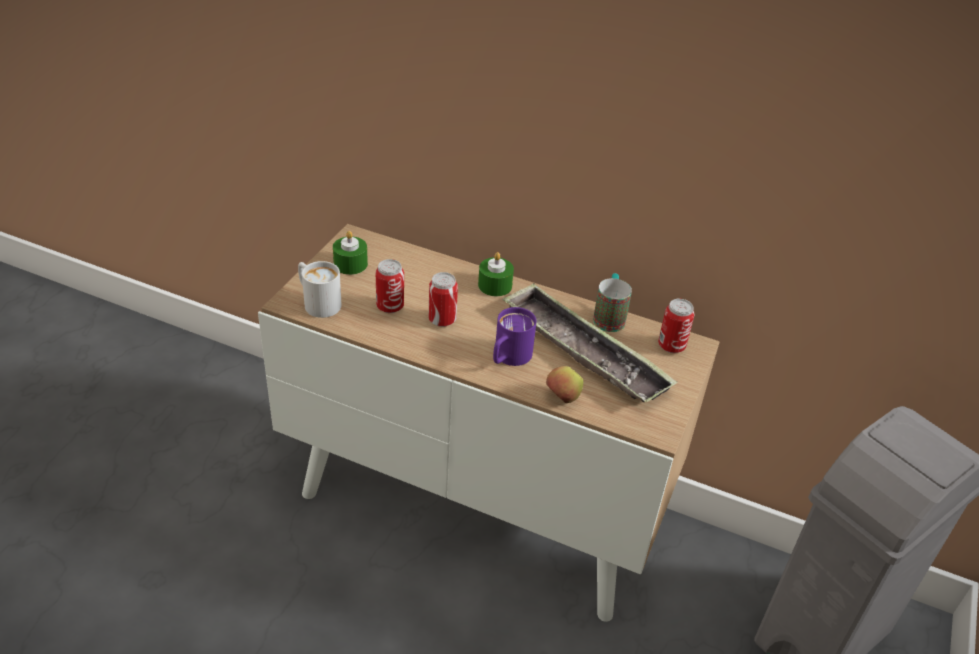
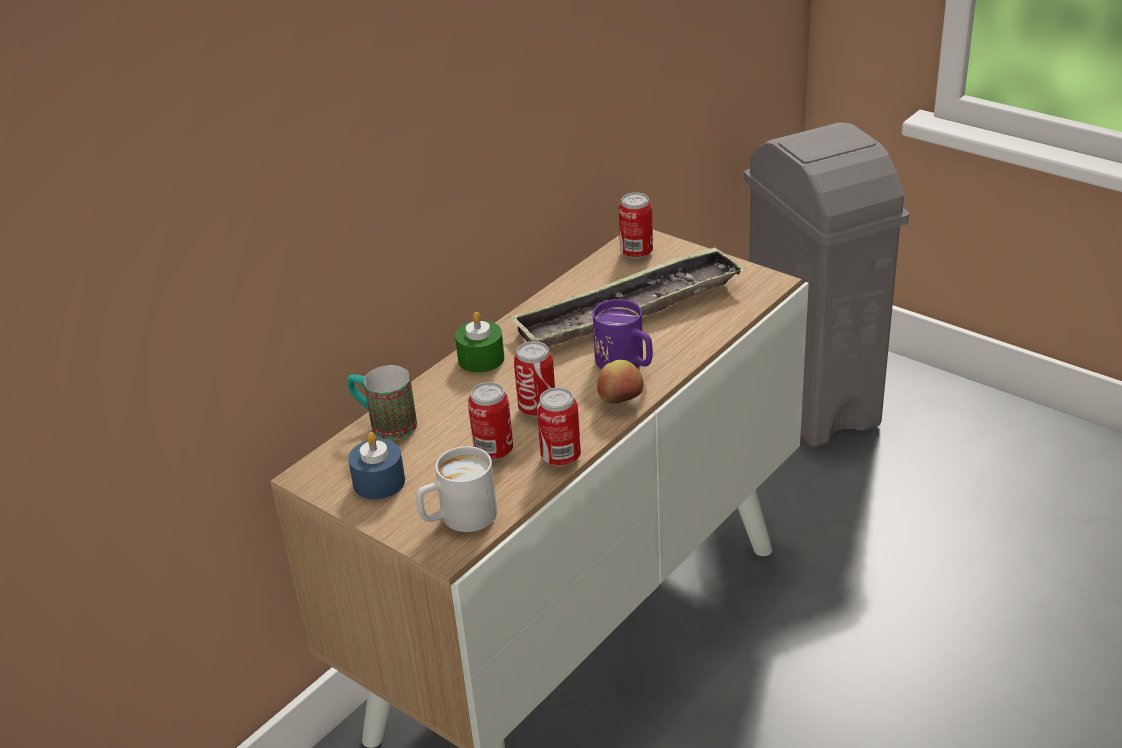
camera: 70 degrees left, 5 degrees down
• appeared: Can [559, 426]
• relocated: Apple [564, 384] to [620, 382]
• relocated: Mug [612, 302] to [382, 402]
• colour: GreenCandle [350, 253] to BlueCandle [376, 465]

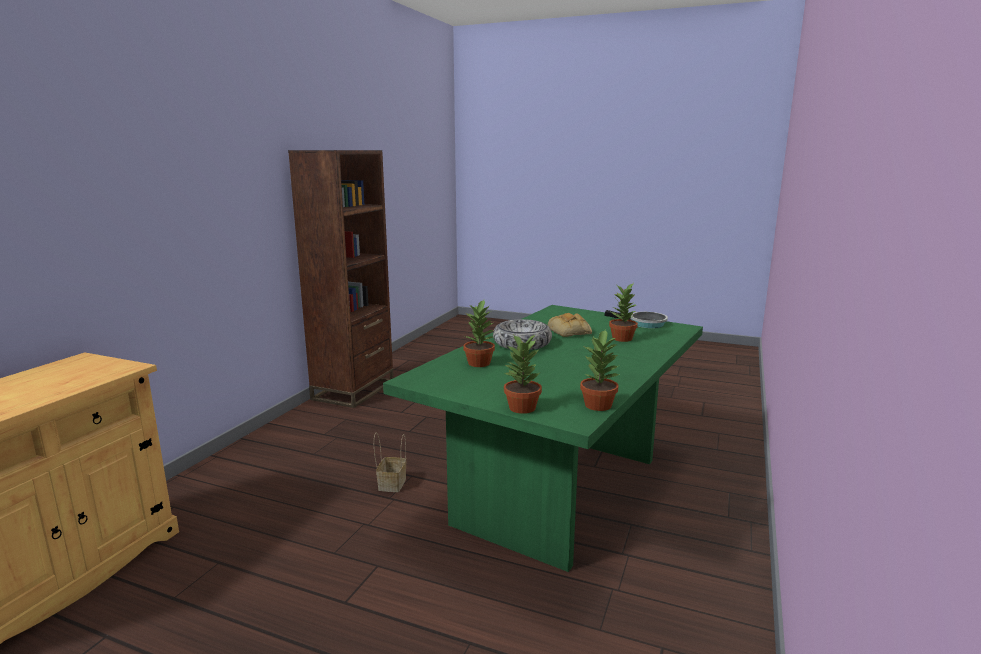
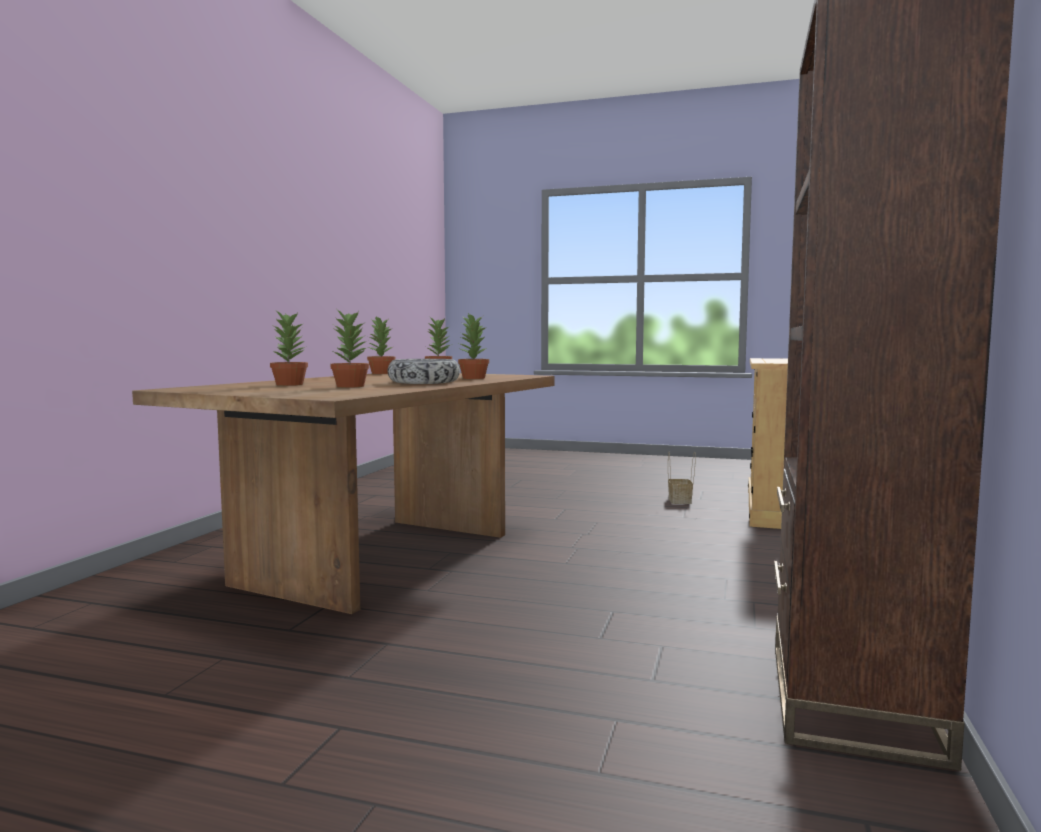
camera: 175 degrees right, 10 degrees down
• missing: FryingPan [636, 319]
• relocated: Basket [390, 462] to [682, 478]
• exchanged: Bread [570, 325] to PottedPlant [350, 349]
• colour: GreenDiningTable [543, 438] to BrownDiningTable [343, 493]

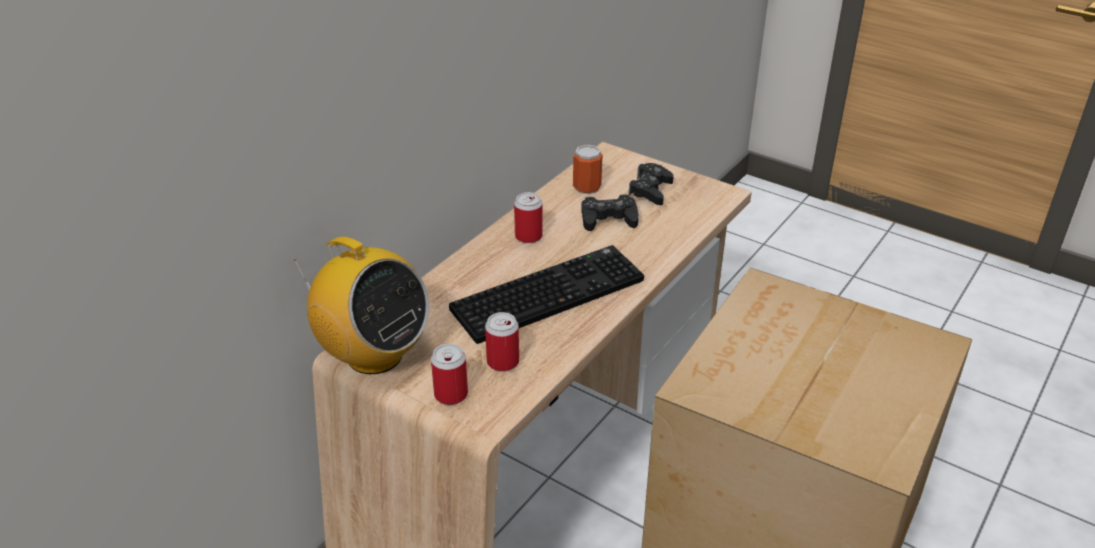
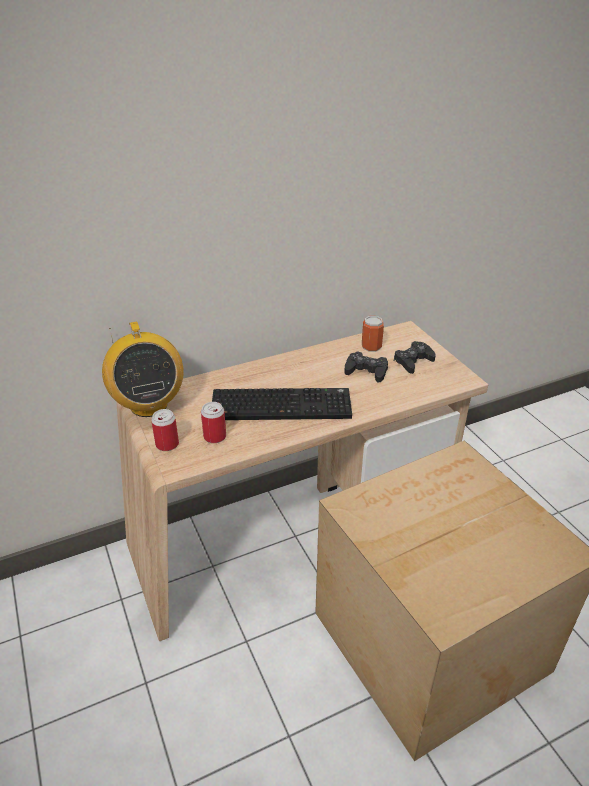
camera: 30 degrees right, 0 degrees up
• missing: Can [528, 217]

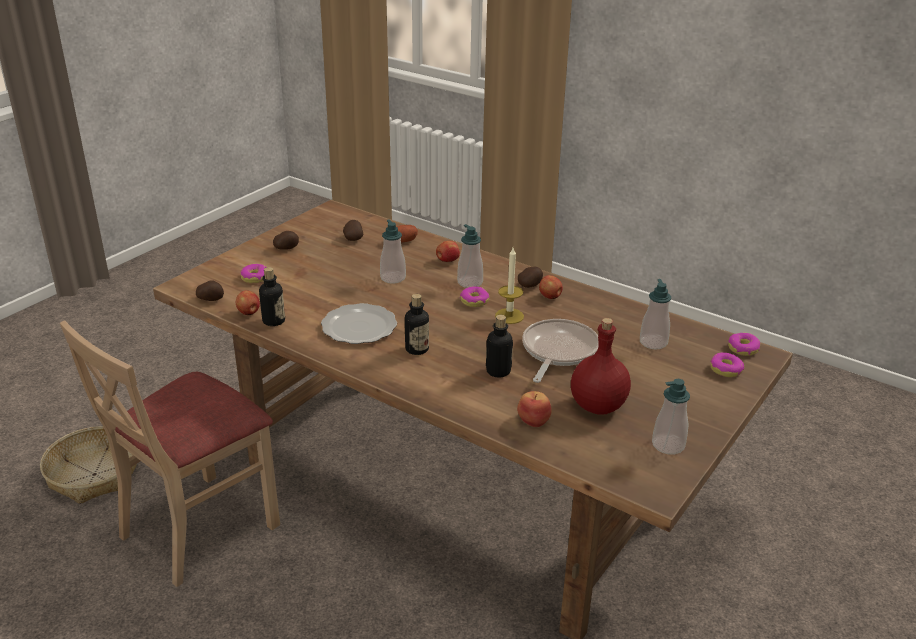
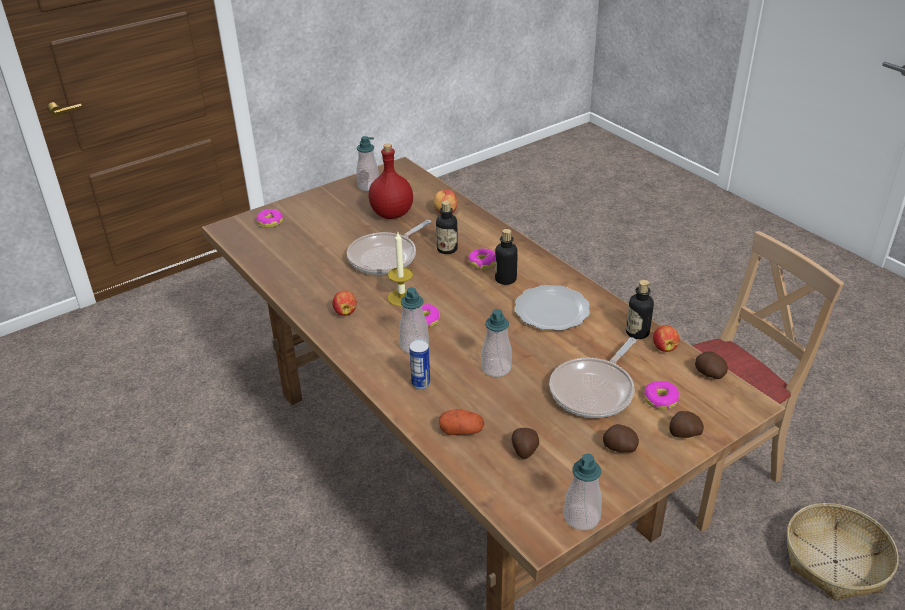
camera: 160 degrees left, 5 degrees up
• appeared: FryingPan [592, 378]
• relocated: Potato [530, 277] to [686, 424]
• relocated: SoapDispenser [655, 314] to [583, 492]
• relocated: Donut [744, 344] to [481, 258]
• exchanged: Apple [448, 251] to Can [419, 365]

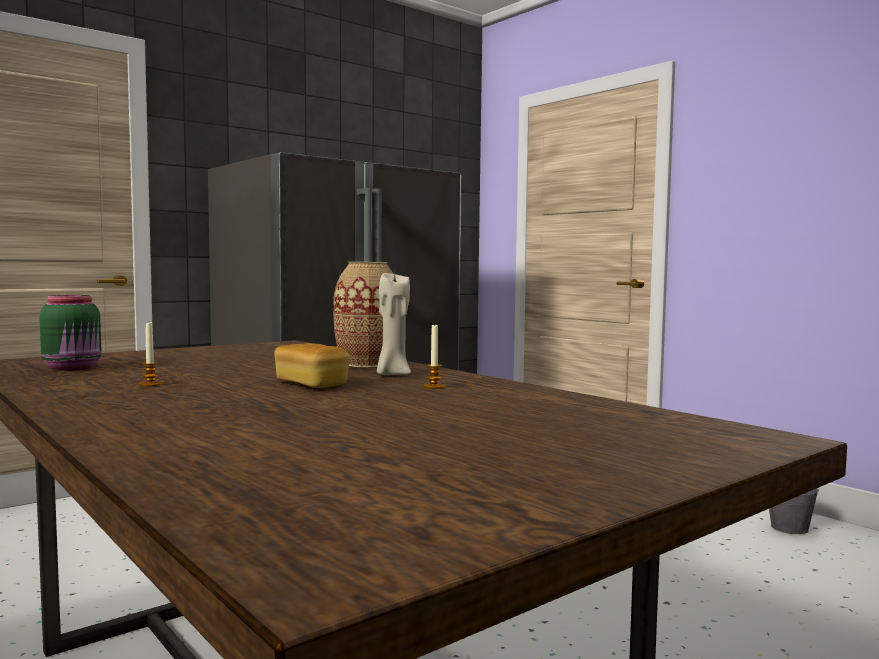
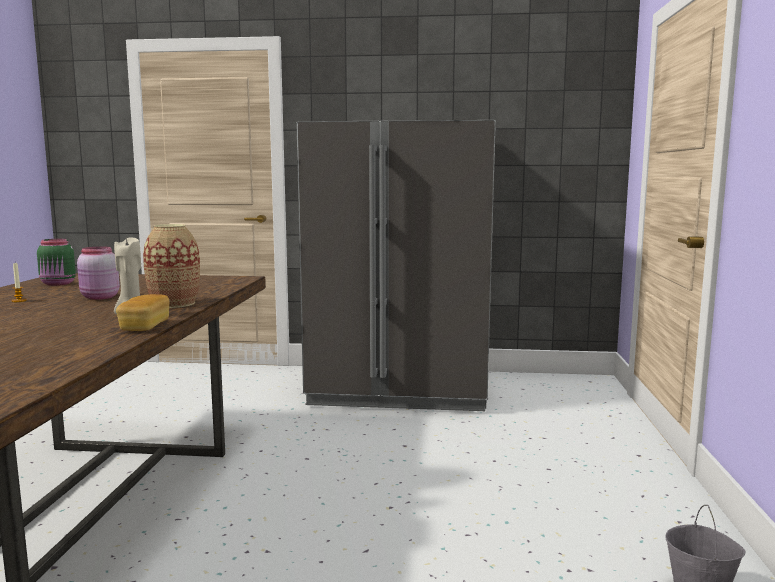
camera: 45 degrees right, 5 degrees up
• missing: Candle [434, 357]
• appeared: PinkJar [98, 273]
• relocated: Bread [312, 365] to [142, 312]

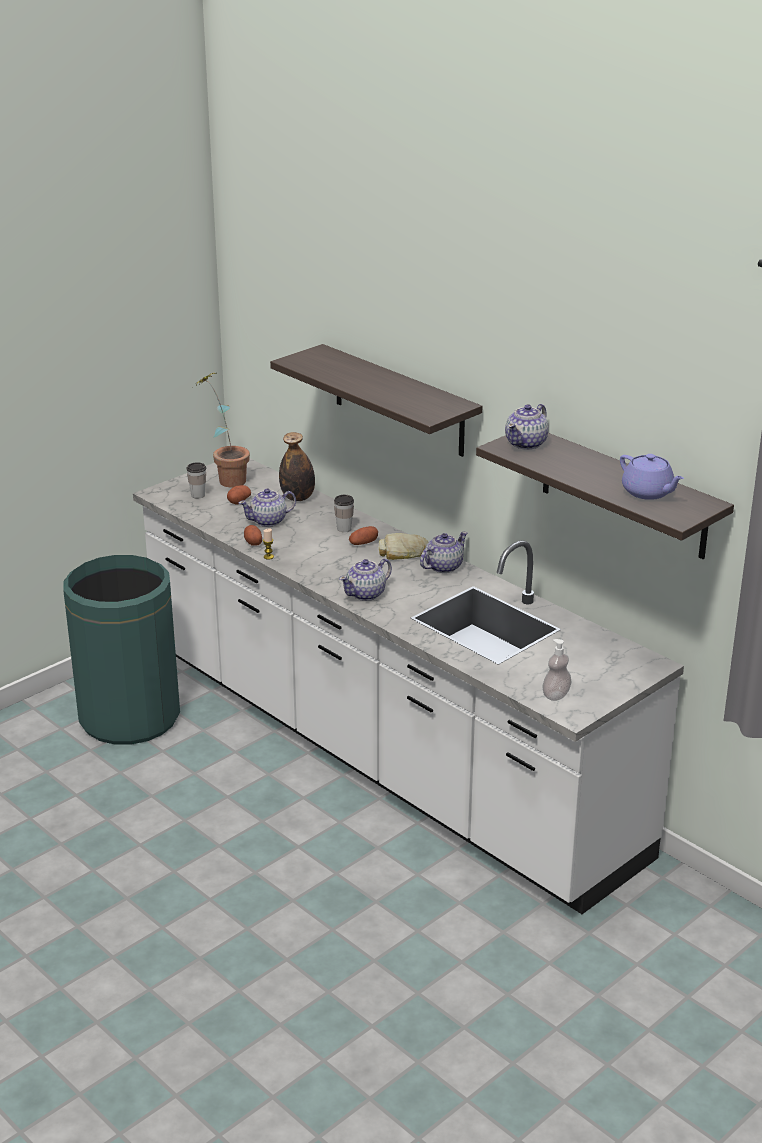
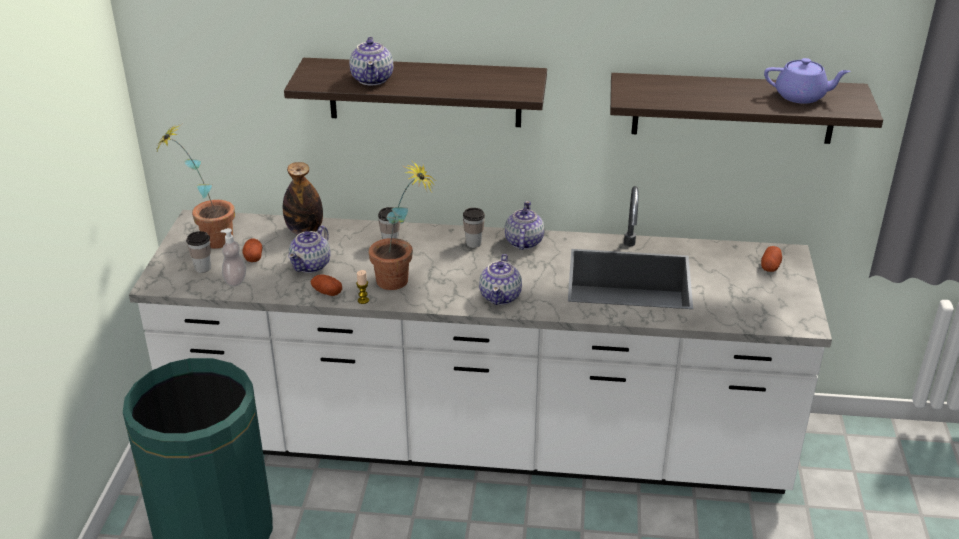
camera: 40 degrees left, 5 degrees up
• appeared: PottedPlant [402, 225]
• relocated: Potato [363, 535] to [771, 259]
• relocated: Teapot [527, 427] to [371, 61]
• relocated: SoapDispenser [557, 670] to [233, 257]
• exchanged: Bread [403, 546] to Cup [474, 228]

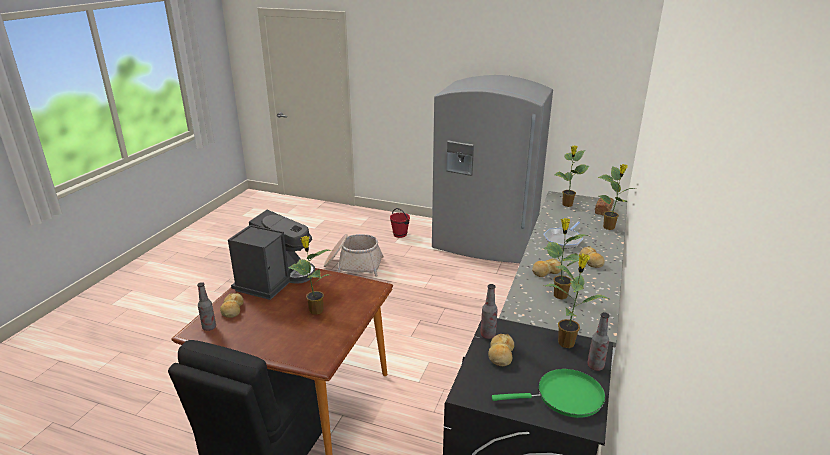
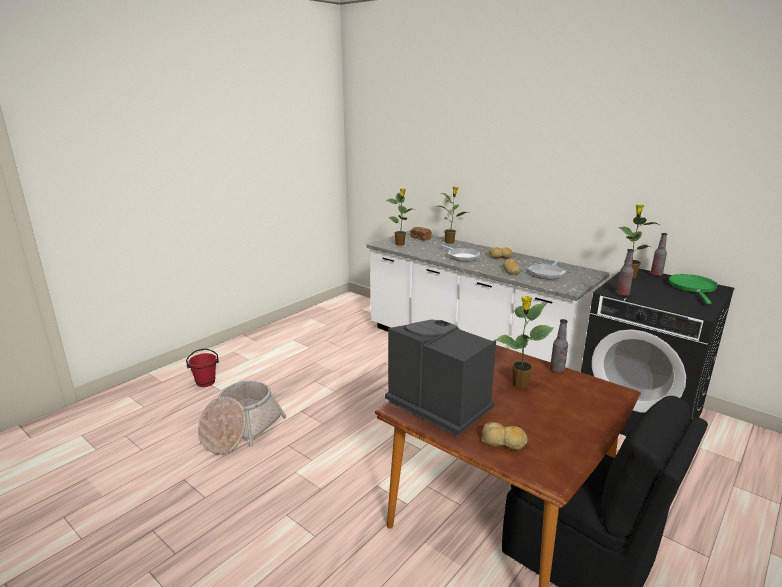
camera: 70 degrees left, 5 degrees down
• missing: GreyFridge [492, 169]
• missing: Bread [501, 350]
• relocated: Bottle [206, 306] to [559, 346]
• exchanged: PottedPlant [565, 259] to FryingPan [547, 270]

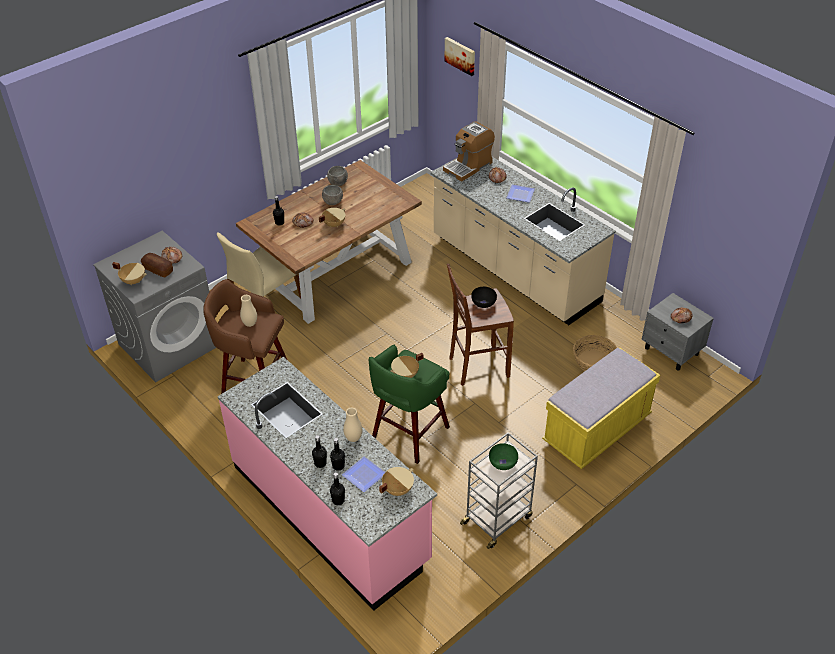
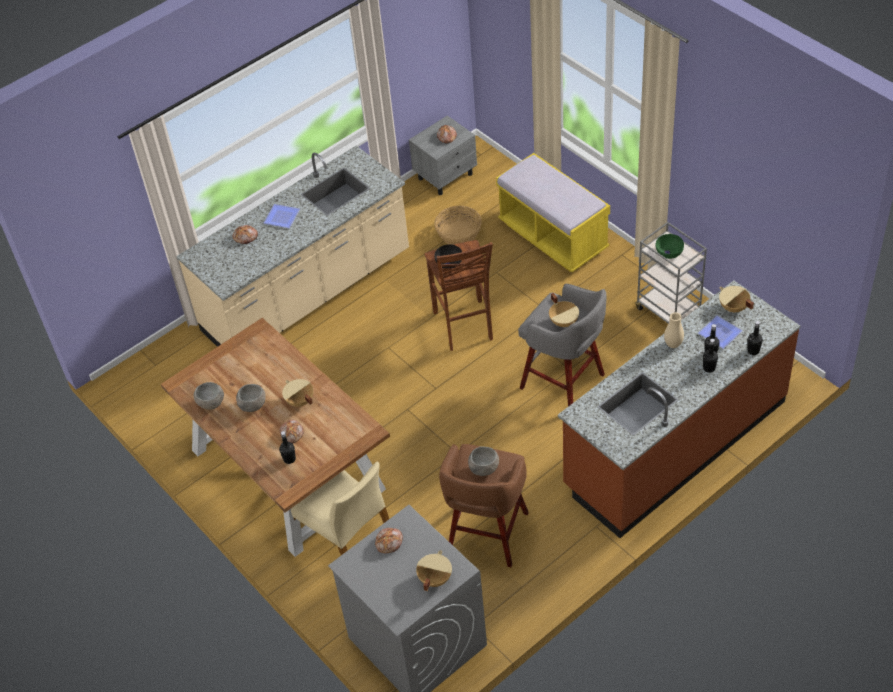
camera: 85 degrees left, 5 degrees up
• missing: Bread [157, 265]
• missing: CoffeeMachine [469, 152]
• missing: Picture [460, 56]
• exchanged: BeigeVase [248, 311] to GreyBowl [483, 461]
• colour: PinkCounter [327, 484] to BrownCounter [679, 409]
• colour: GreenStool [409, 404] to GreyStool [562, 345]

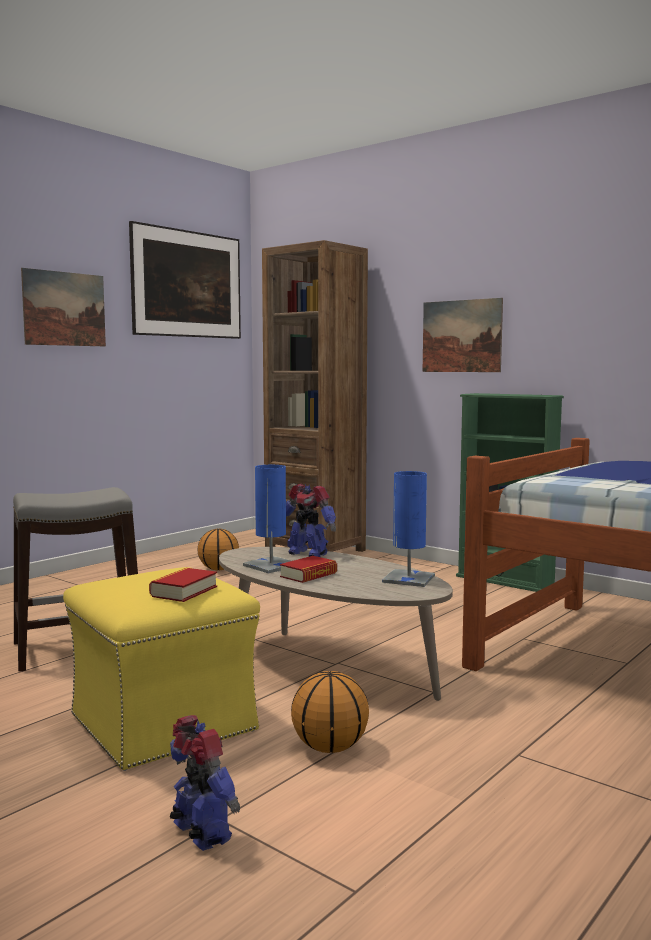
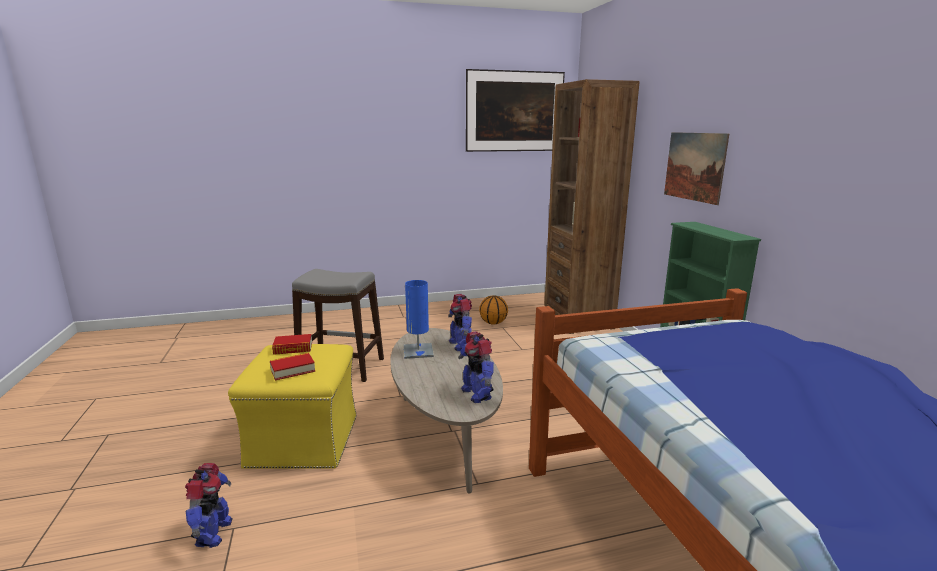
camera: 35 degrees right, 10 degrees up
• missing: Picture [63, 307]
• missing: Basketball [330, 712]
• relocated: Book [308, 569] to [292, 344]
• exchanged: BlueTableLamp [408, 529] to ToyRobot [476, 367]

